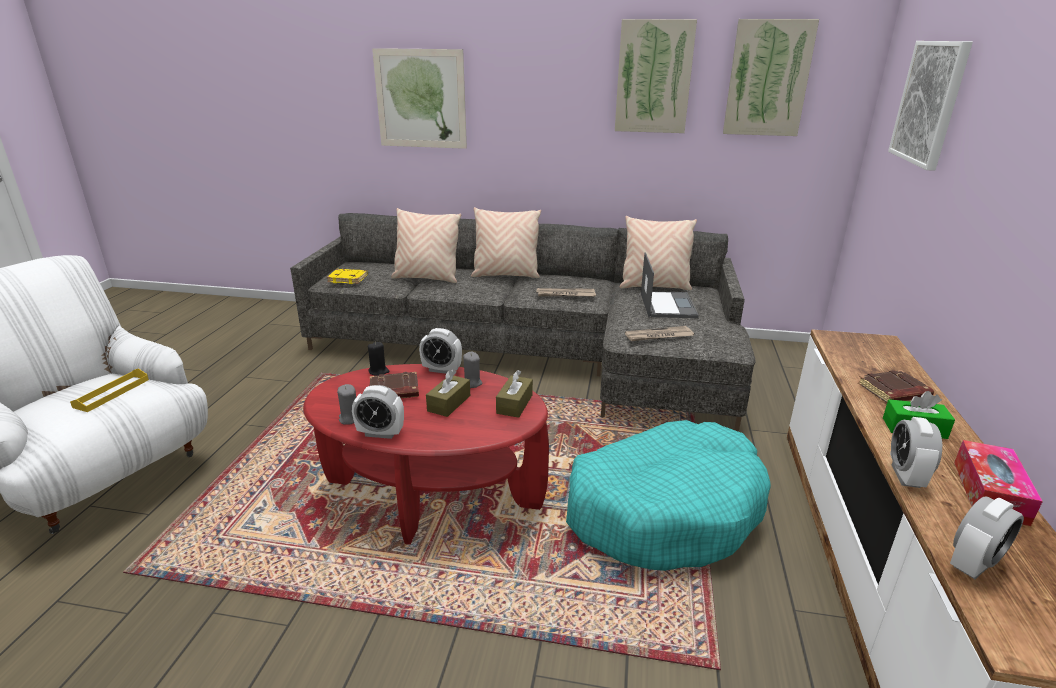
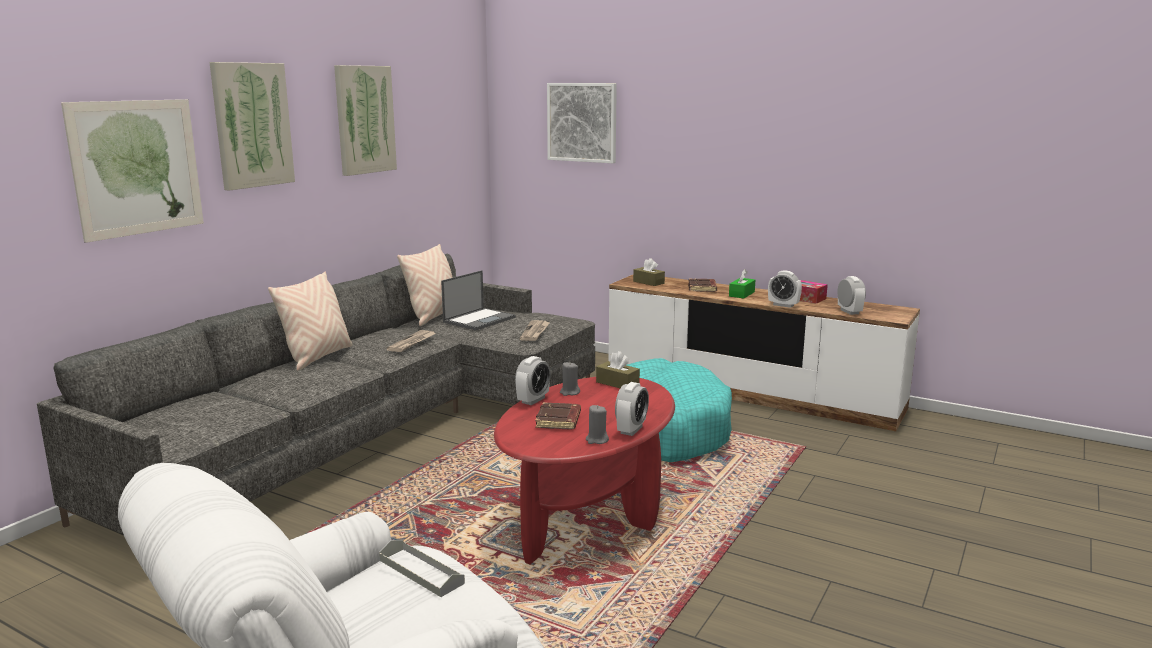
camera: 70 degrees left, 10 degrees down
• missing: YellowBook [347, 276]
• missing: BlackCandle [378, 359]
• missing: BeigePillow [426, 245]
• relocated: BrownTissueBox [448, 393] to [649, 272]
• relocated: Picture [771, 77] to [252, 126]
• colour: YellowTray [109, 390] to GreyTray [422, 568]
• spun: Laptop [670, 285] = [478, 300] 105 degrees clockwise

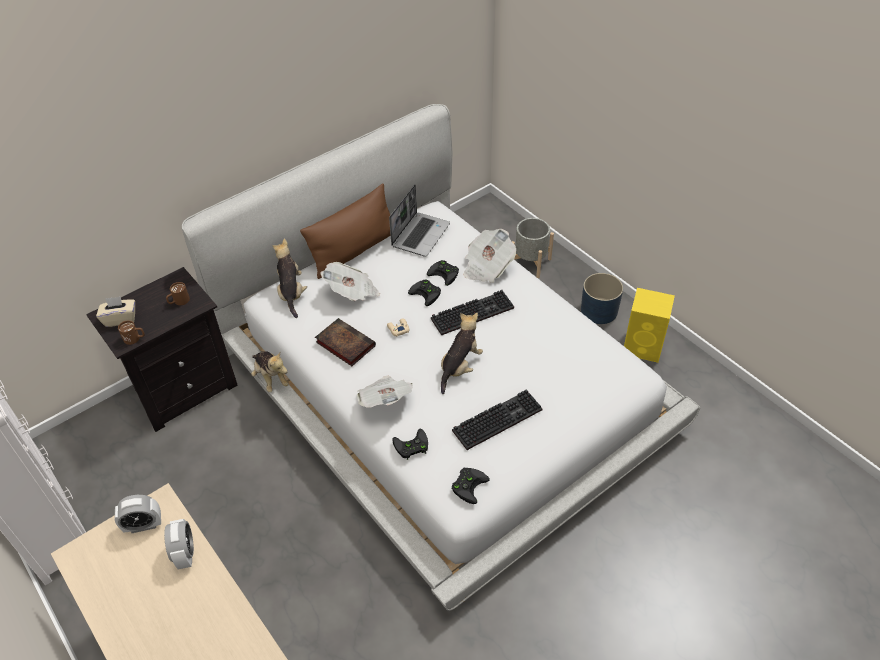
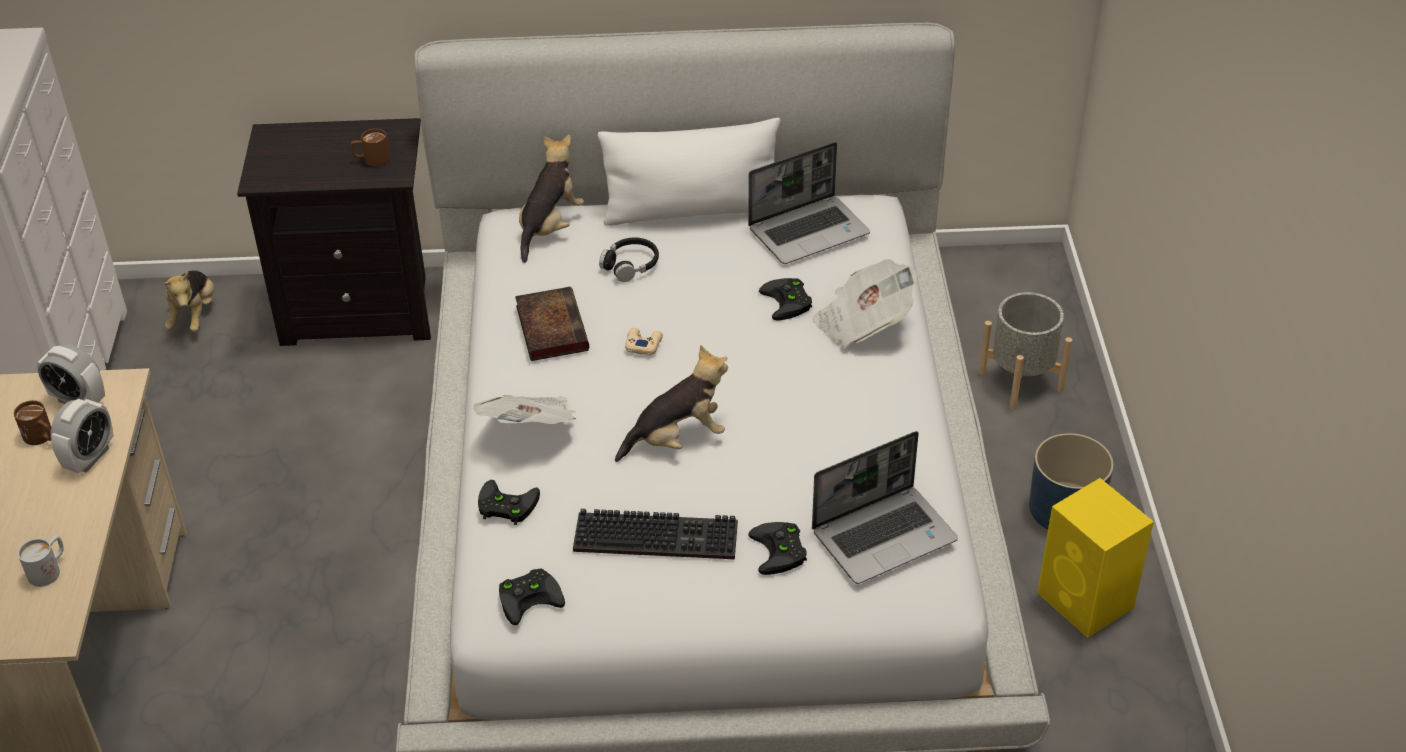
camera: 35 degrees right, 5 degrees down
• missing: BeigeTissueBox [115, 312]
• missing: Keyboard [472, 312]
• appeared: WhiteMug [41, 561]
• appeared: Laptop [885, 507]
• relocated: BrownMug [131, 332] to [32, 422]
• relocated: PlushToy [270, 371] to [189, 301]
• relocated: BlackGameController [424, 292] to [777, 548]
• exchanged: Newspaper [350, 281] to BlackHeadphones [629, 260]
• colour: BrownPillow [345, 231] to WhitePillow [689, 171]

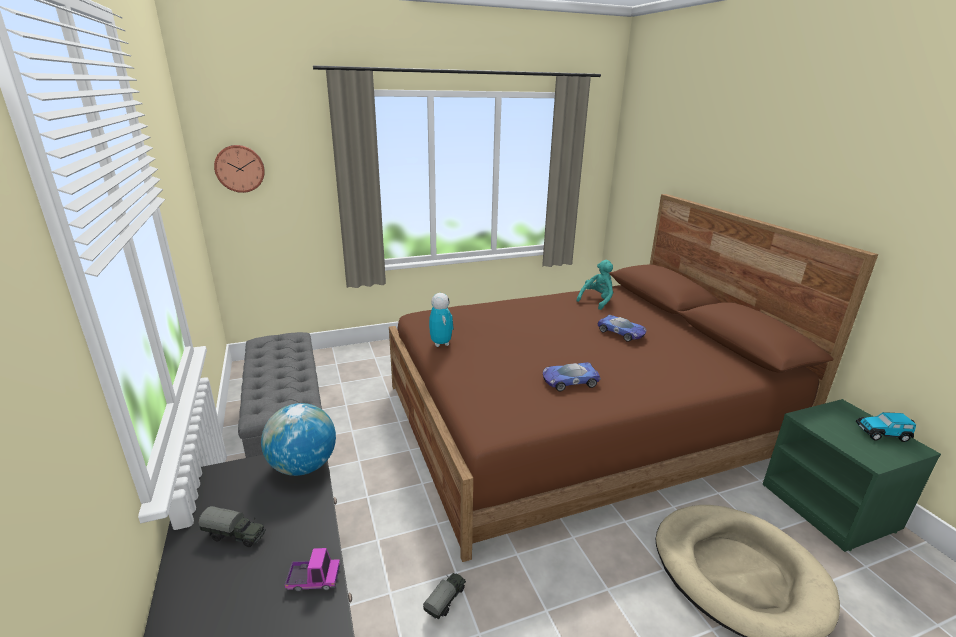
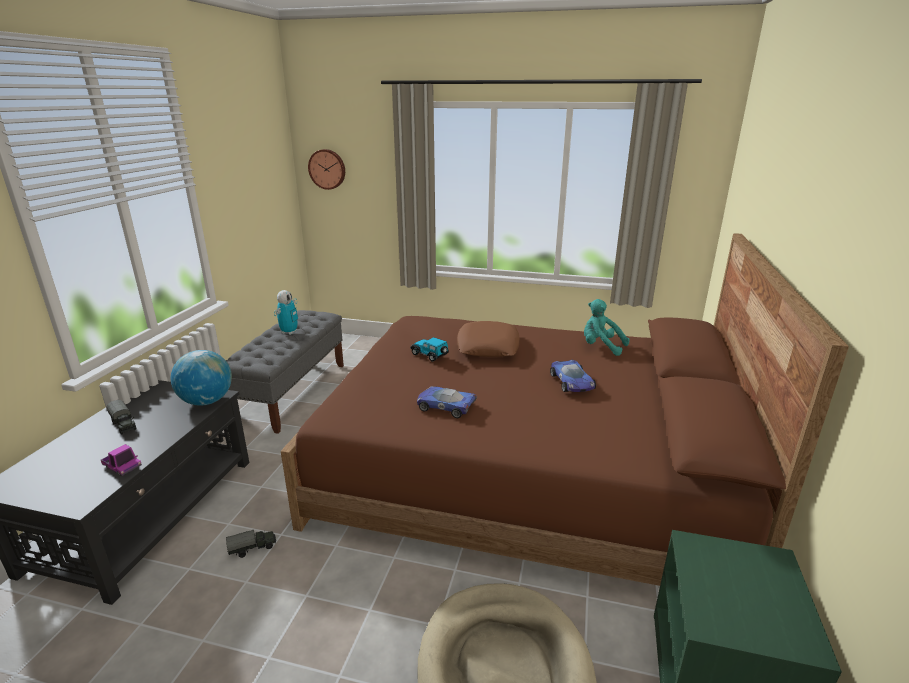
camera: 35 degrees right, 0 degrees up
• appeared: BrownPillow [488, 339]
• relocated: ToyRobot [441, 320] to [286, 312]
• relocated: ToyCar [886, 427] to [429, 349]
• spun: TurquoisePlushToy [594, 285] = [607, 327] 135 degrees counterclockwise

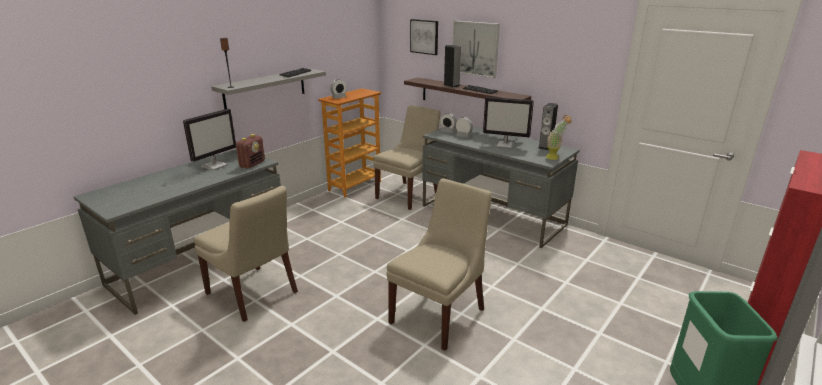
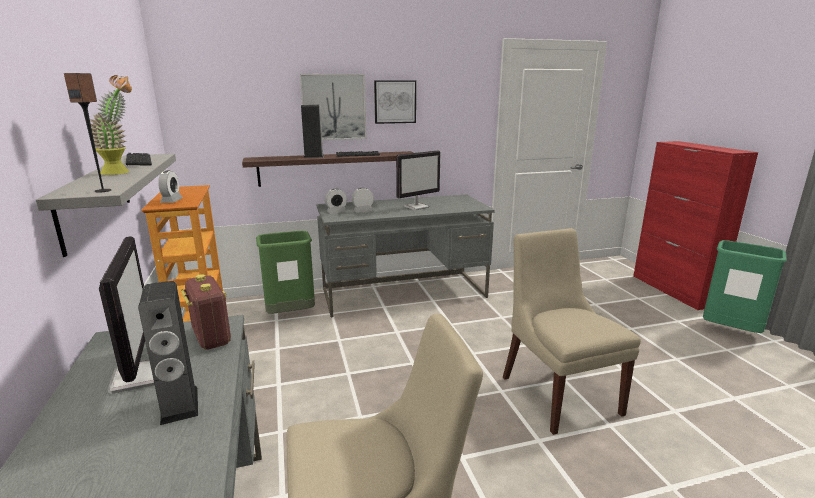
camera: 55 degrees left, 5 degrees down
• relocated: Picture [424, 37] to [395, 102]
• relocated: Speaker [548, 126] to [168, 353]
• relocated: PottedPlant [559, 137] to [111, 125]
• exchanged: BeigeChair [406, 157] to GreenTrashCan [285, 272]

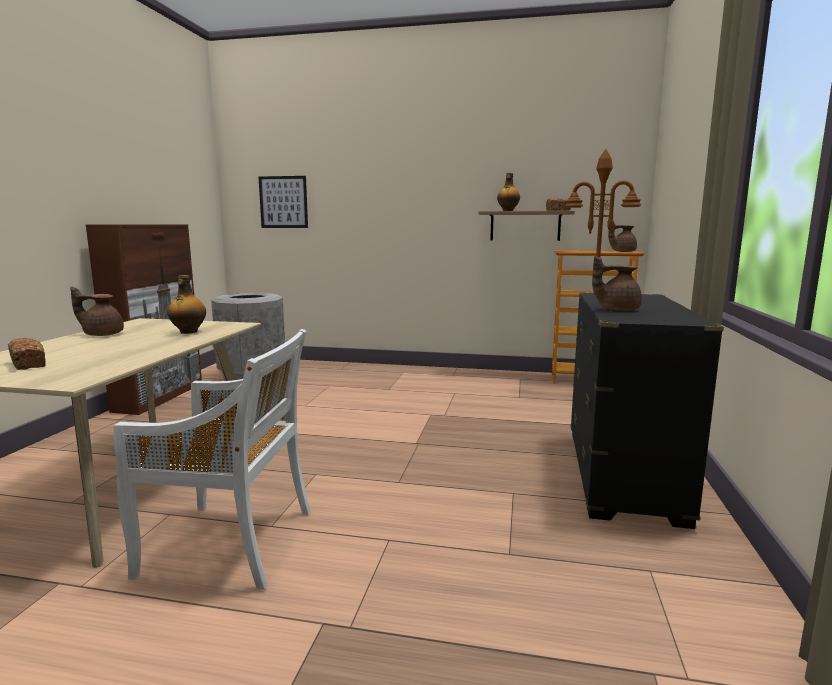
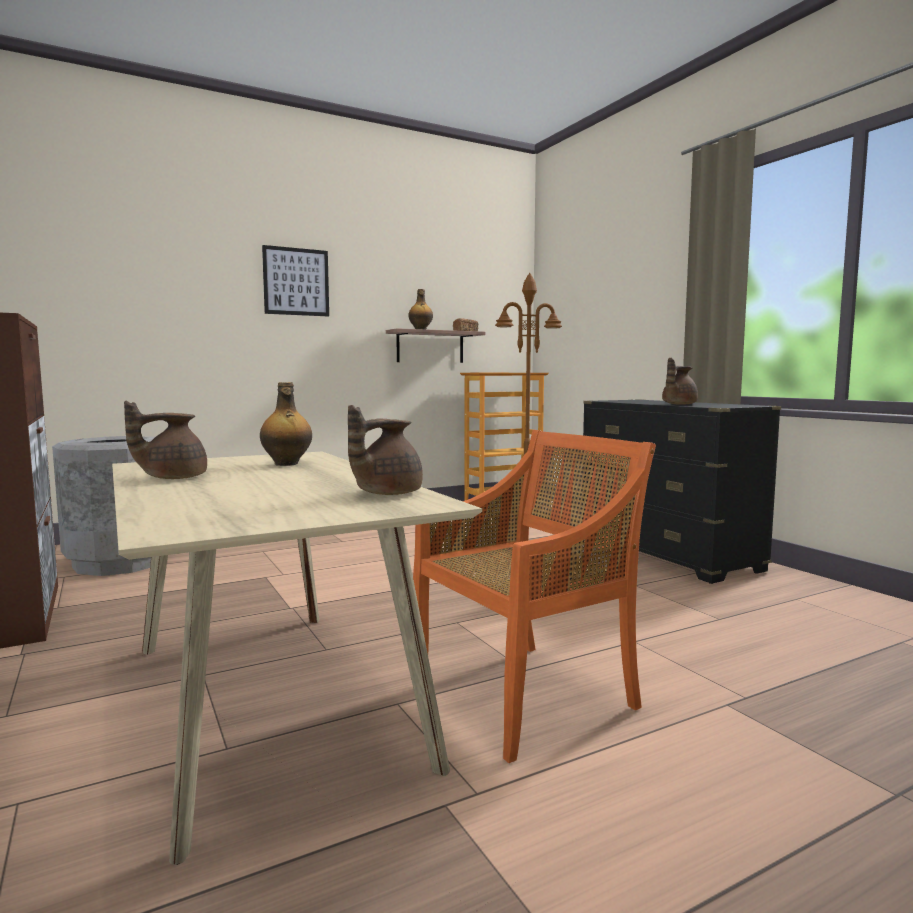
camera: 40 degrees left, 5 degrees down
• missing: Bread [27, 354]
• relocated: Picture [283, 202] to [295, 281]
• relocated: BrownTeapot [622, 236] to [385, 450]
• colour: WhiteChair [212, 459] to OrangeChair [534, 596]

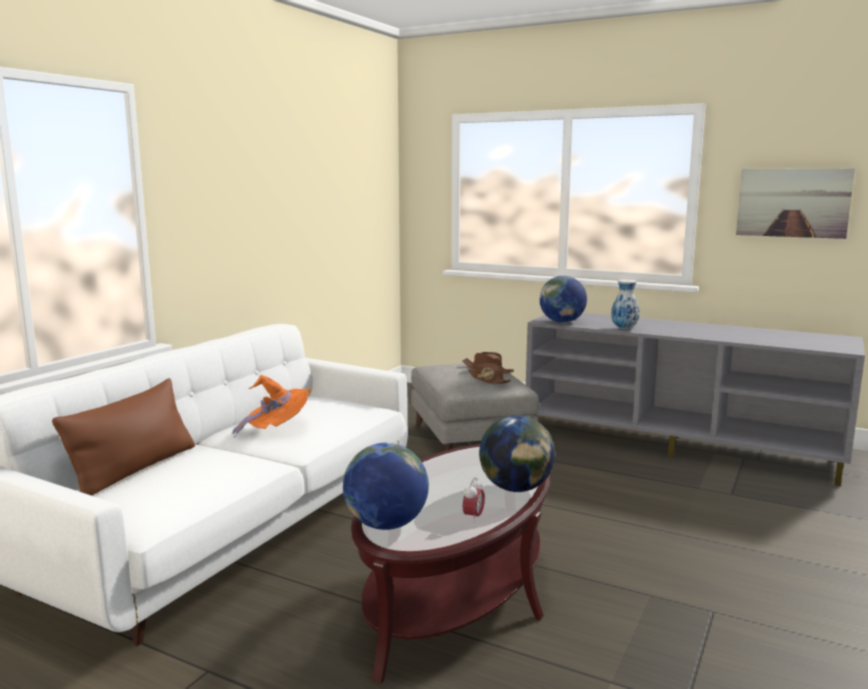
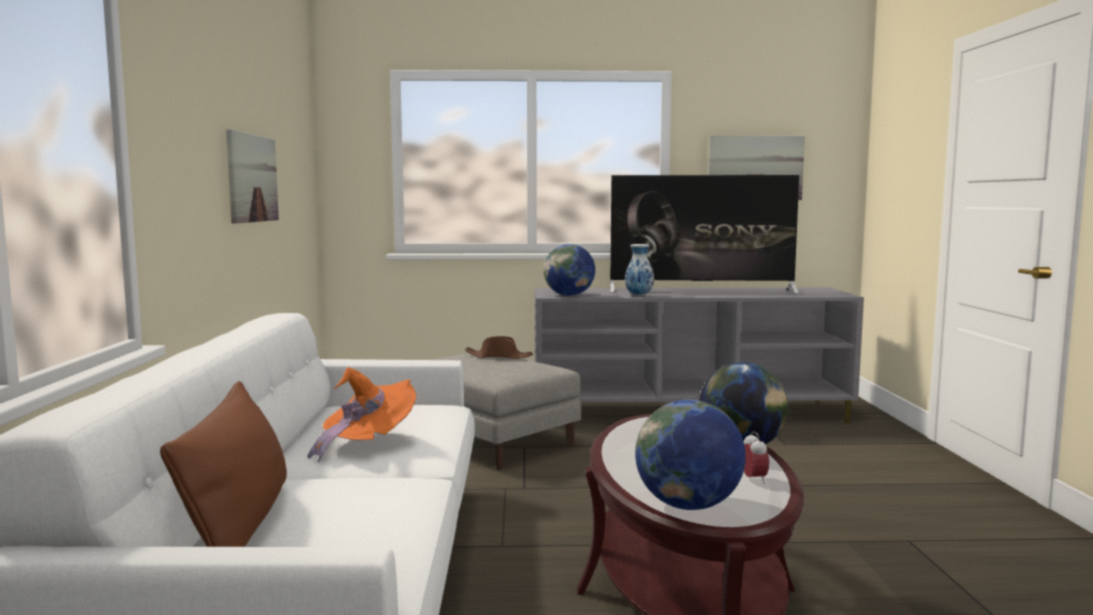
camera: 30 degrees left, 5 degrees down
• missing: BrownHat [489, 371]
• appeared: Picture [252, 176]
• appeared: Television [704, 234]

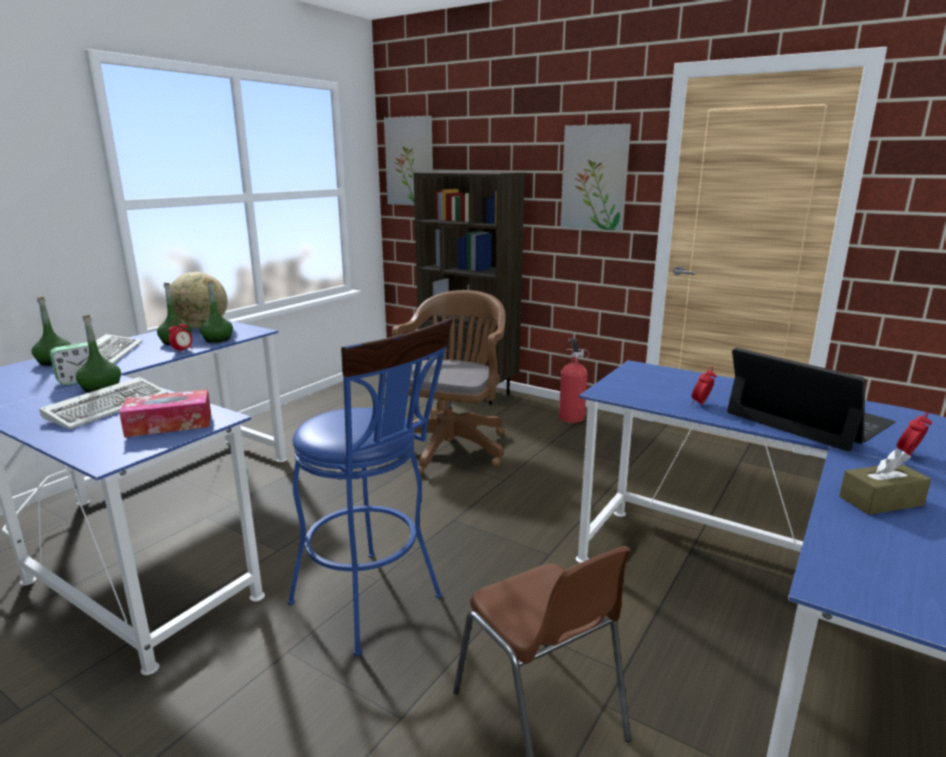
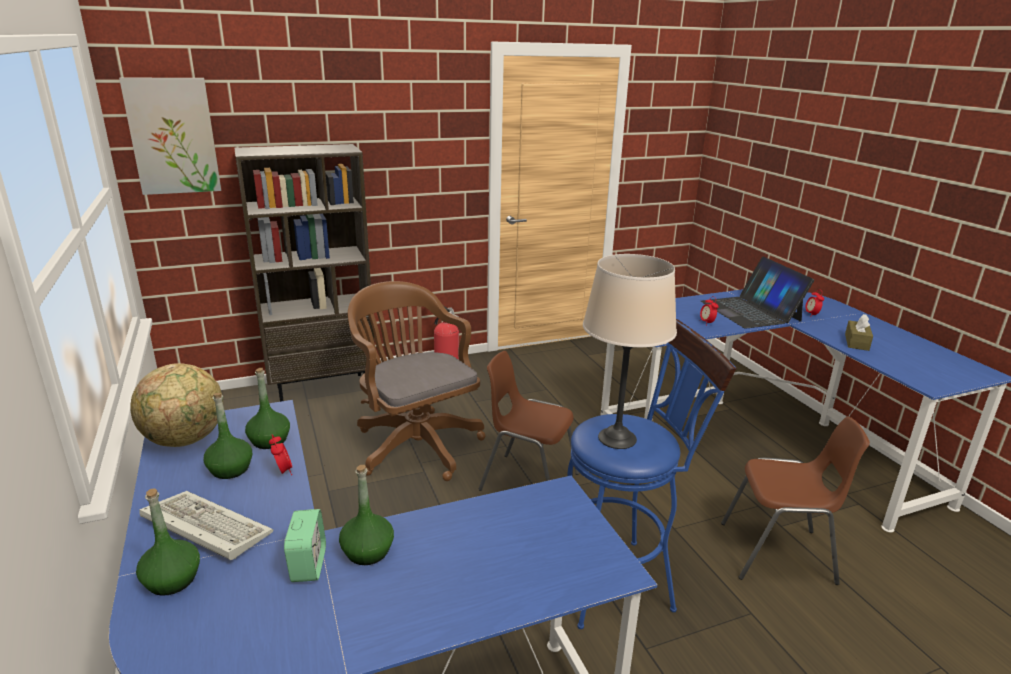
camera: 55 degrees left, 5 degrees up
• missing: Keyboard [103, 403]
• missing: TissueBox [165, 413]
• missing: Picture [595, 177]
• appeared: BrownChair [529, 421]
• appeared: BeigeTableLamp [630, 351]
• spun: Laptop [811, 399] = [757, 293] 105 degrees counterclockwise

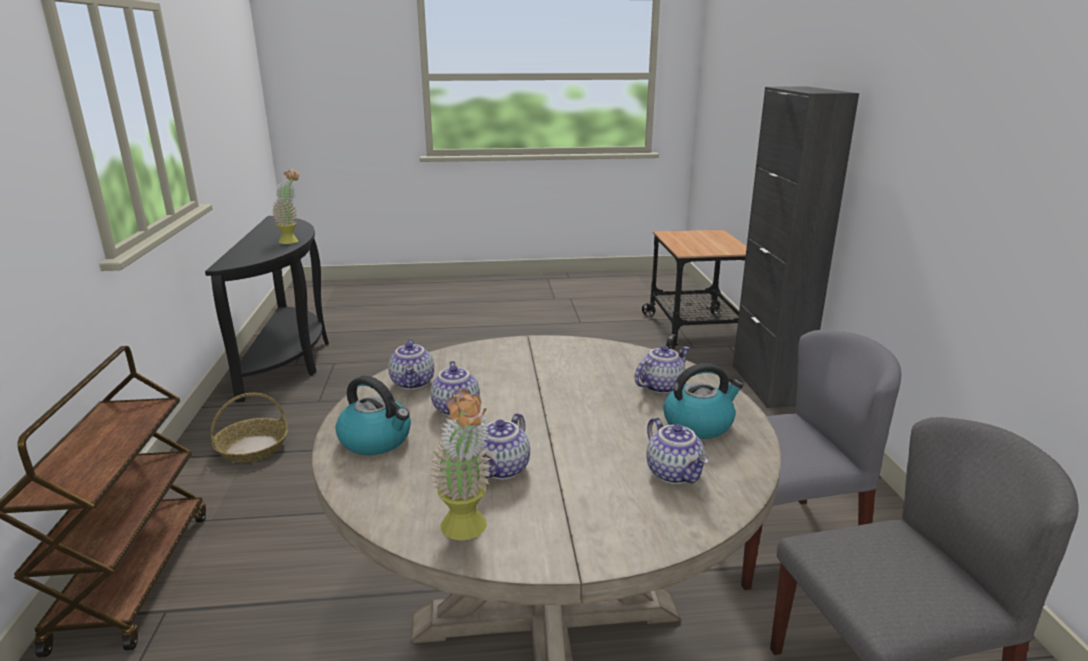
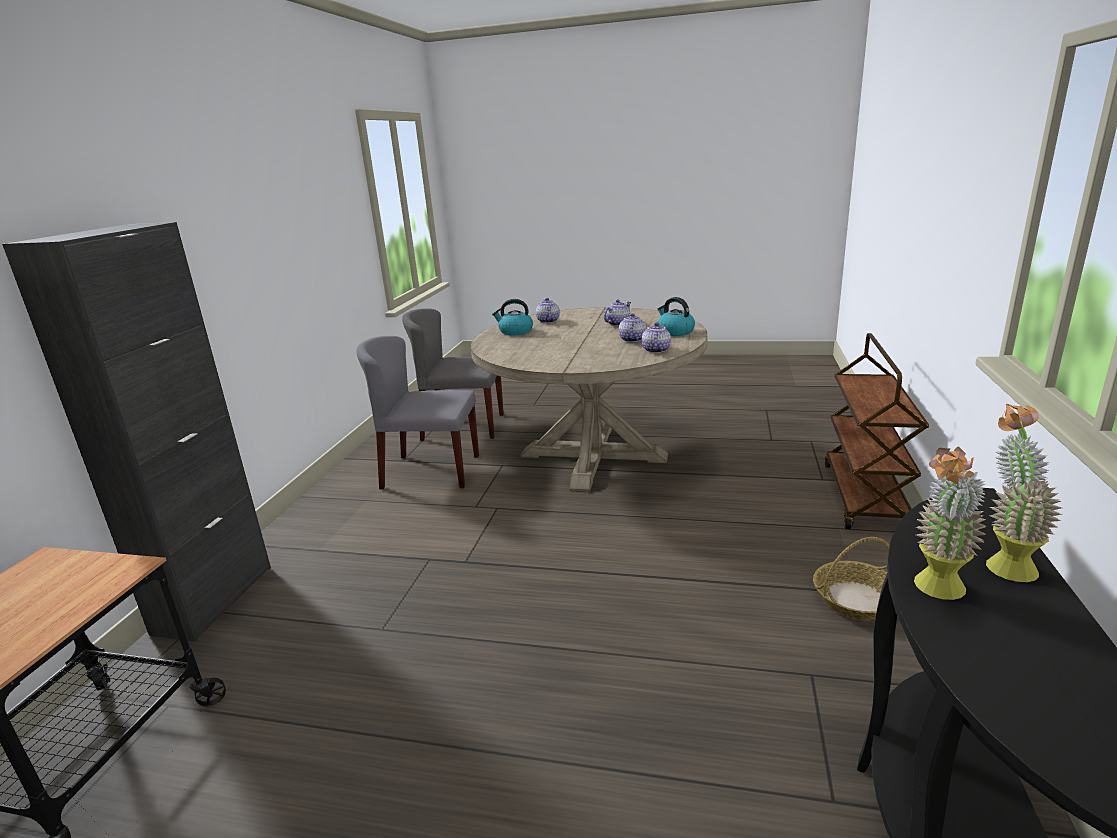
camera: 160 degrees left, 0 degrees up
• missing: Teapot [662, 369]
• relocated: PottedPlant [460, 464] to [1024, 493]

